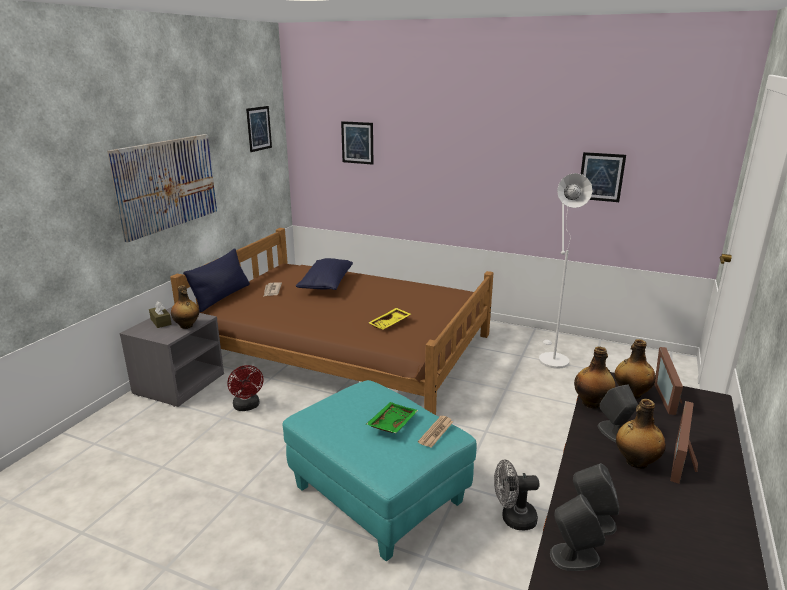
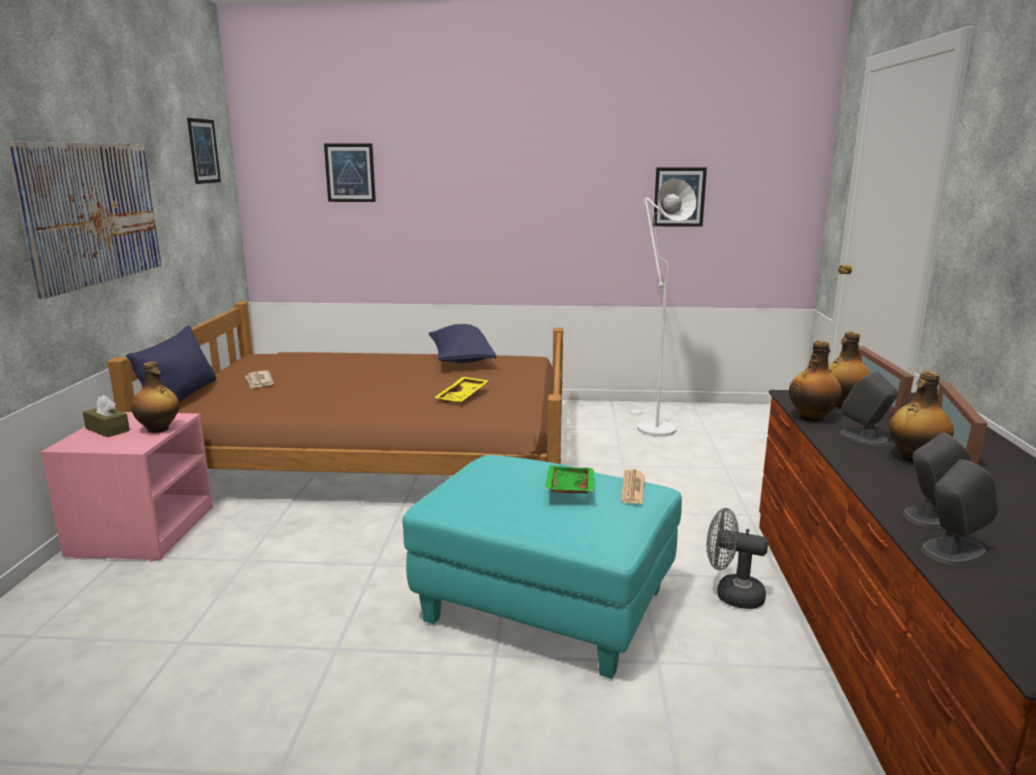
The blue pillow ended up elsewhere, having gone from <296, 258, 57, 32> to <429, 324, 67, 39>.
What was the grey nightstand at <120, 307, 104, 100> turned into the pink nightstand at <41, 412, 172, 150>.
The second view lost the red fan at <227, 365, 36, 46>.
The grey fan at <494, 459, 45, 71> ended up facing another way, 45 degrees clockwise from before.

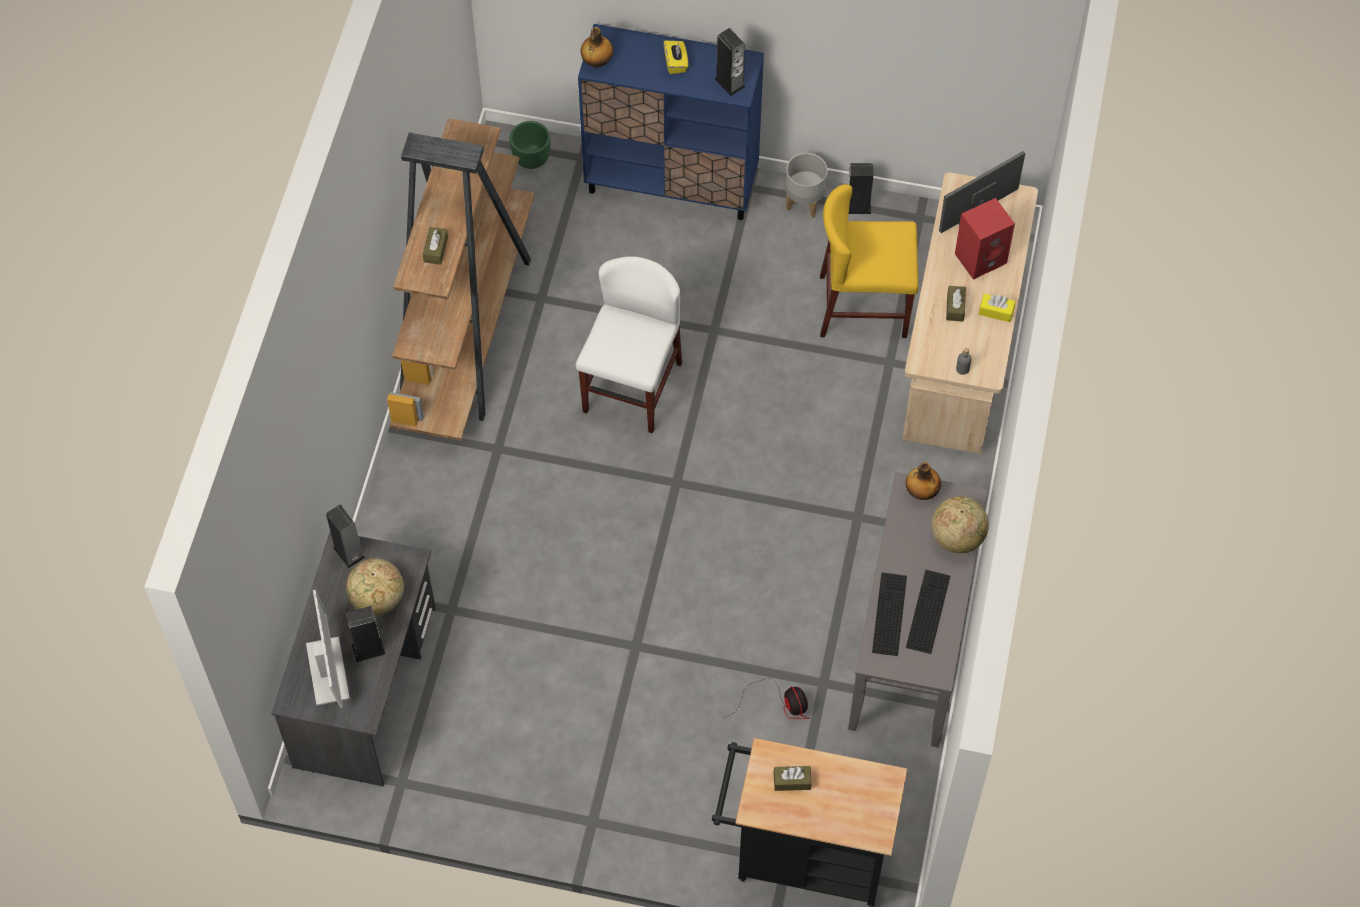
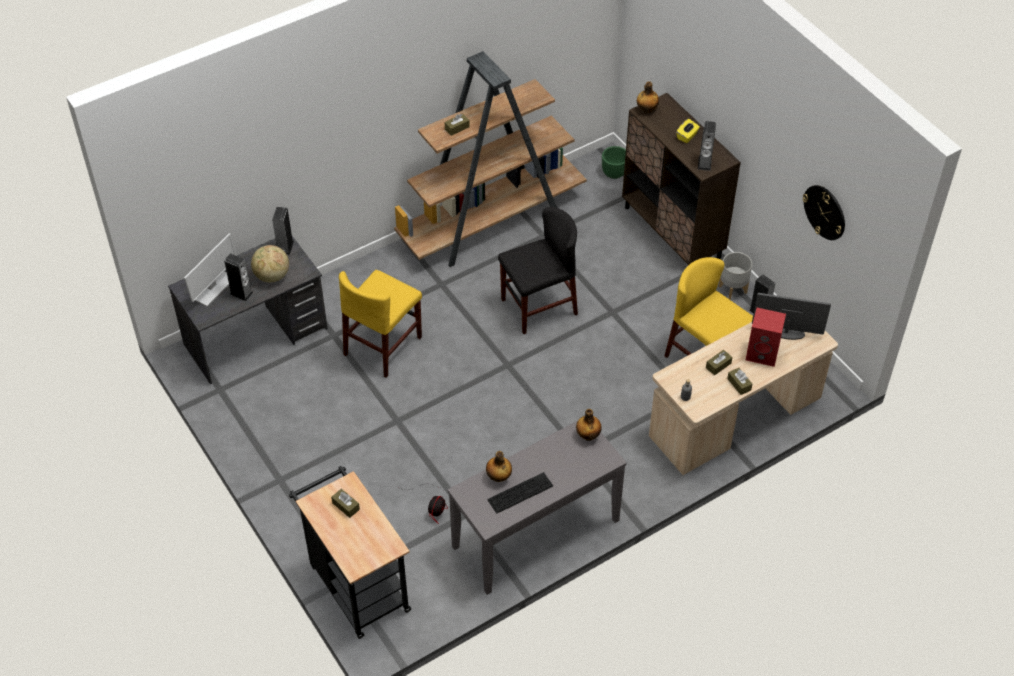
What was the blue cabinet at <578, 24, 186, 196> turned into the brown cabinet at <622, 93, 119, 172>.
What was the white chair at <576, 256, 106, 177> turned into the black chair at <498, 207, 80, 127>.
What was the yellow tissue box at <979, 293, 37, 29> turned into the brown tissue box at <727, 368, 25, 27>.
The second view lost the globe at <932, 496, 57, 57>.
Where the keyboard stood at <872, 573, 35, 83>, the bottle came to stand at <486, 451, 26, 31>.
The second view gained the wall clock at <803, 185, 42, 55>.
The second view gained the yellow chair at <339, 270, 83, 108>.

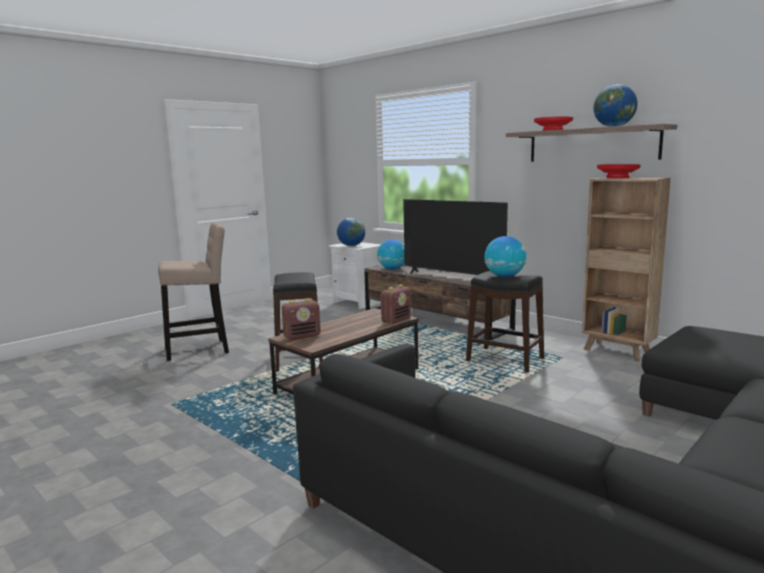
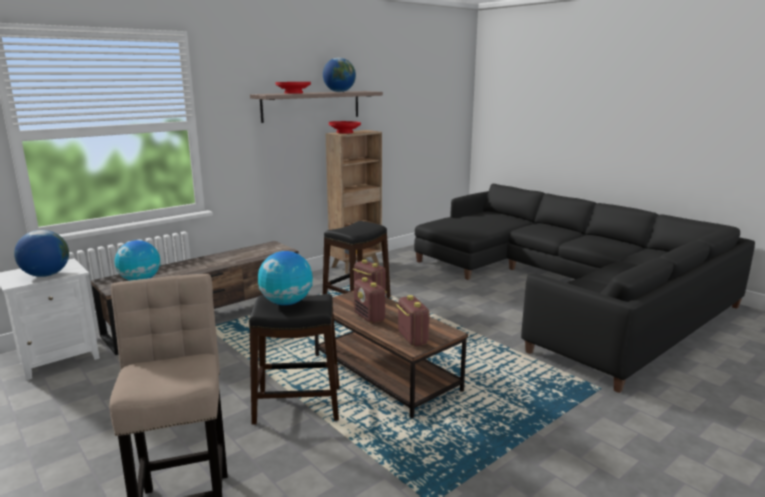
The second view lost the television at <403, 199, 105, 76>.
The globe ended up elsewhere, having gone from <484, 236, 42, 41> to <258, 251, 55, 54>.
The second view gained the radio at <354, 277, 33, 47>.

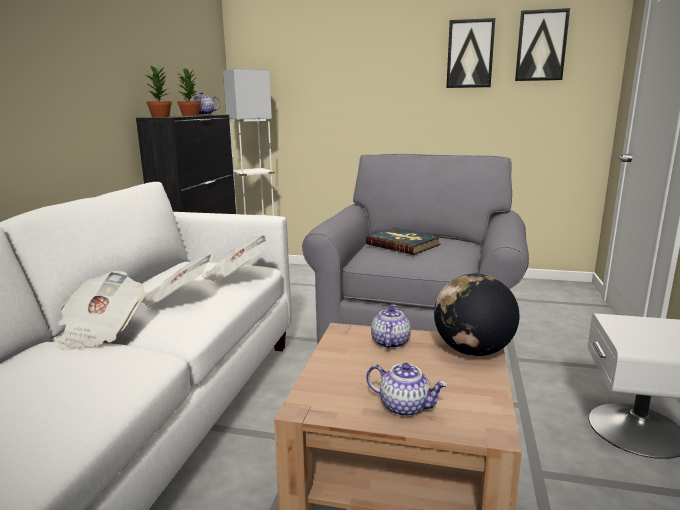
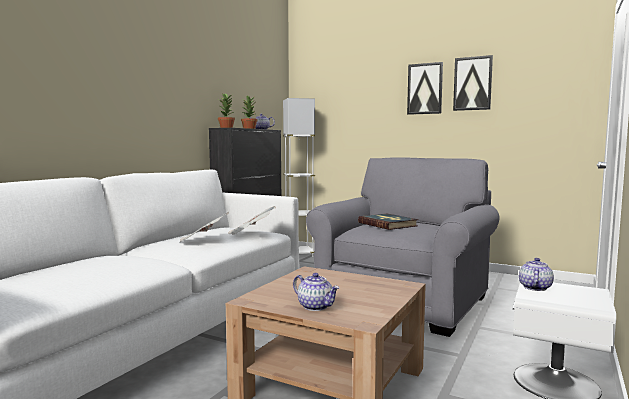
The picture ended up elsewhere, having gone from <515, 8, 55, 73> to <407, 62, 36, 53>.
The second view lost the newspaper at <58, 271, 87, 79>.
The second view lost the globe at <434, 273, 86, 83>.
The teapot ended up elsewhere, having gone from <371, 305, 40, 44> to <519, 258, 35, 33>.

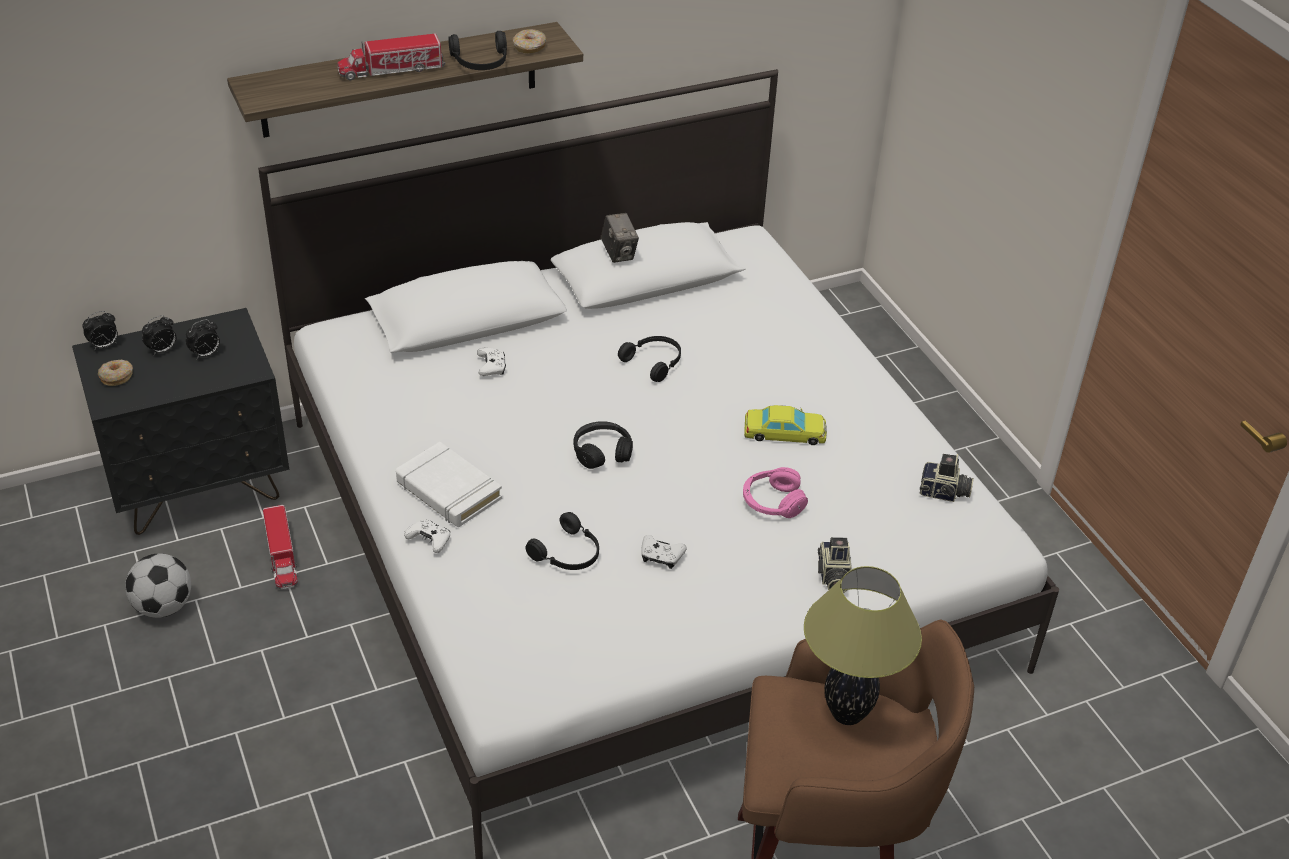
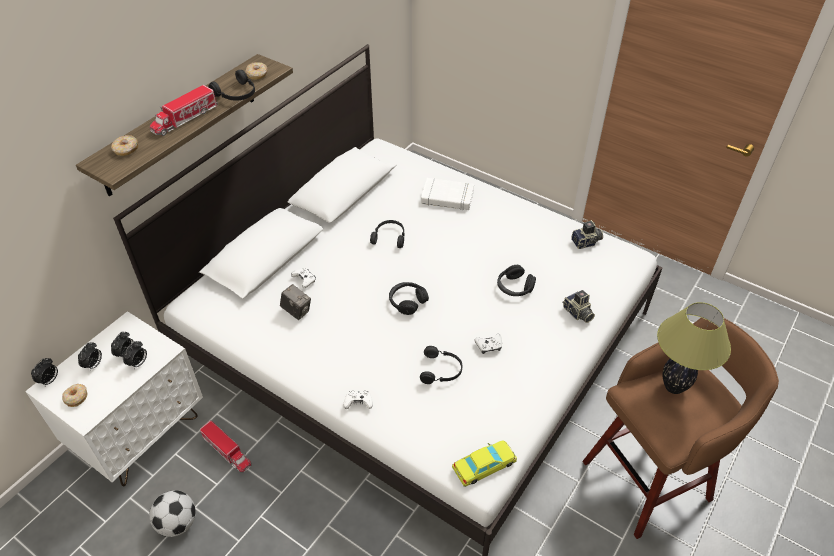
The photo camera ended up elsewhere, having gone from <601, 213, 38, 50> to <280, 284, 31, 36>.
What was the black nightstand at <72, 308, 217, 227> turned into the white nightstand at <25, 311, 178, 176>.
The yellow toy car ended up elsewhere, having gone from <744, 405, 83, 40> to <452, 440, 65, 47>.
The white book ended up elsewhere, having gone from <396, 442, 106, 85> to <421, 178, 53, 32>.
What was the pink headphones at <743, 467, 65, 51> turned into the black headphones at <497, 265, 39, 31>.
The second view gained the donut at <111, 135, 27, 21>.
The second view gained the alarm clock at <123, 341, 24, 29>.

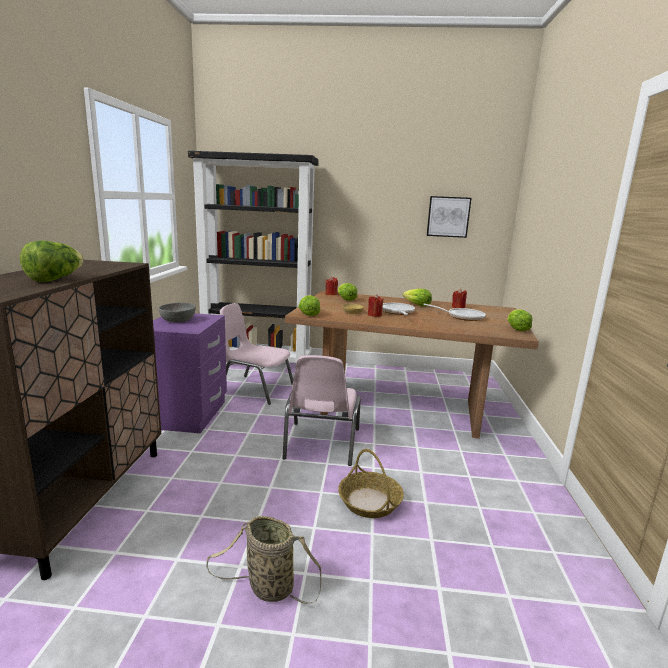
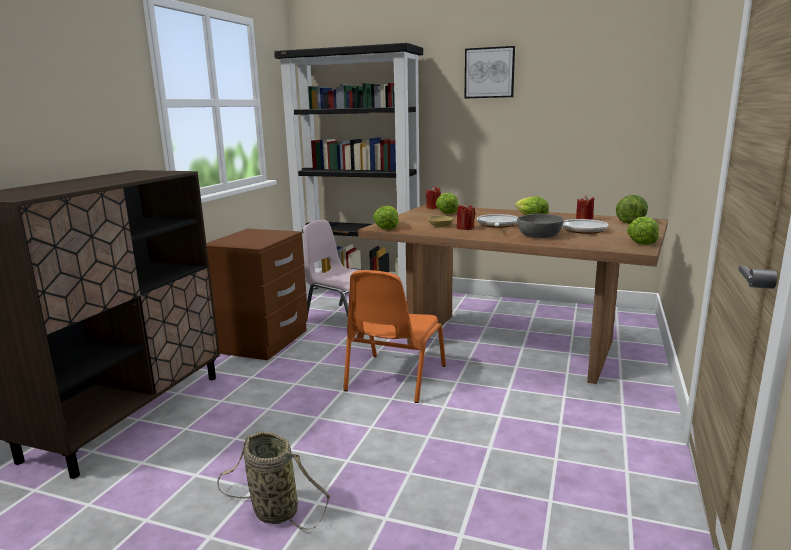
The picture ended up elsewhere, having gone from <427, 196, 44, 42> to <465, 46, 50, 53>.
The lettuce ended up elsewhere, having gone from <20, 241, 64, 41> to <616, 195, 32, 29>.
The grey bowl ended up elsewhere, having gone from <158, 303, 38, 19> to <517, 214, 47, 24>.
What was the purple nightstand at <153, 313, 74, 120> turned into the brown nightstand at <206, 229, 102, 131>.
What was the pink chair at <282, 355, 79, 111> turned into the orange chair at <343, 270, 103, 133>.
The second view lost the basket at <338, 449, 66, 69>.

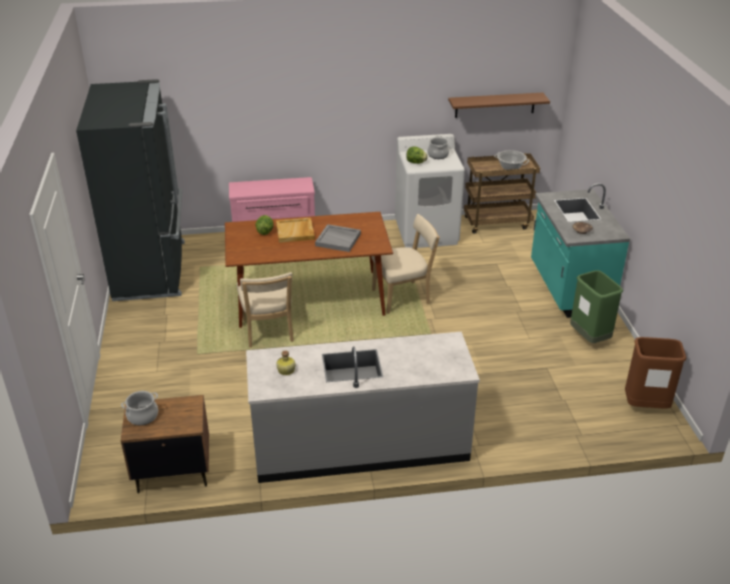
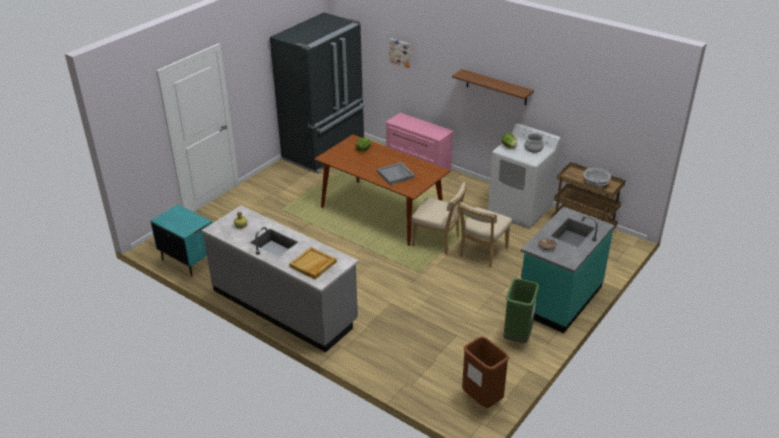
The brown shelf ended up elsewhere, having gone from <448, 93, 102, 25> to <452, 69, 82, 36>.
The beige tray ended up elsewhere, having gone from <276, 218, 39, 25> to <289, 247, 48, 32>.
The beige chair ended up elsewhere, having gone from <237, 272, 57, 76> to <459, 202, 53, 65>.
The second view lost the cooking pot at <121, 391, 37, 34>.
What was the brown nightstand at <121, 395, 88, 98> turned into the turquoise nightstand at <150, 204, 62, 73>.
The second view gained the picture at <389, 38, 22, 30>.

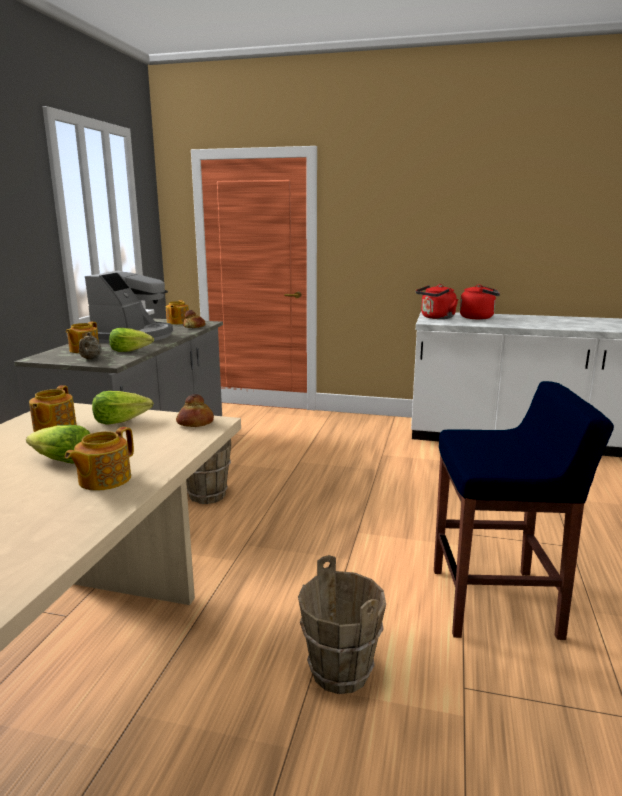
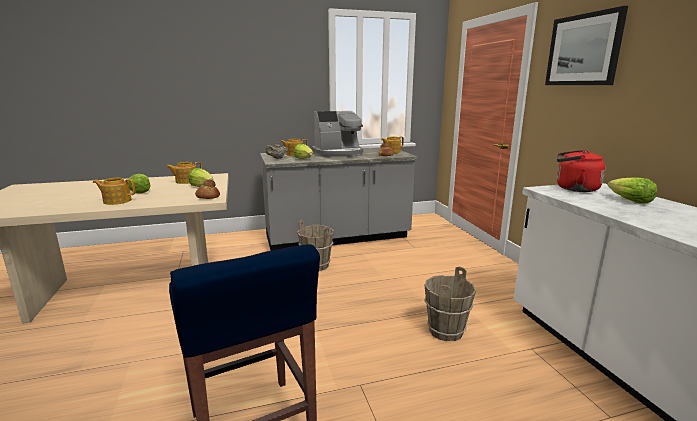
Where the red kettle stood at <460, 285, 40, 35>, the lettuce came to stand at <607, 177, 50, 27>.
The brown bucket ended up elsewhere, having gone from <298, 555, 88, 139> to <424, 267, 52, 74>.
The second view gained the picture at <545, 6, 83, 79>.

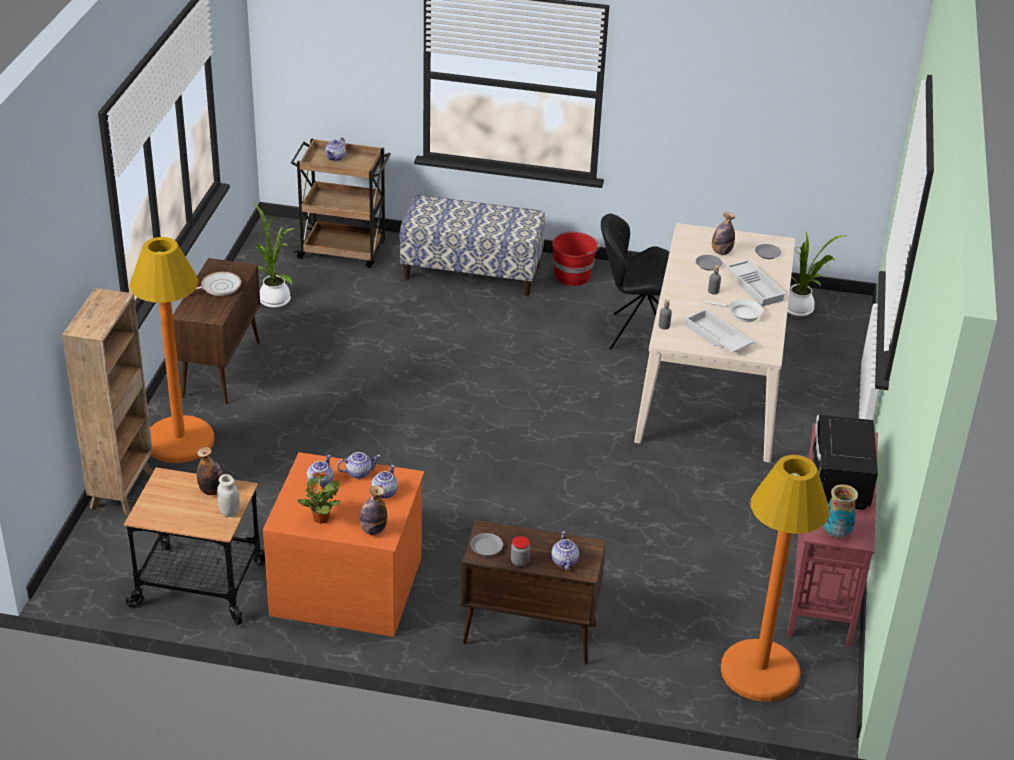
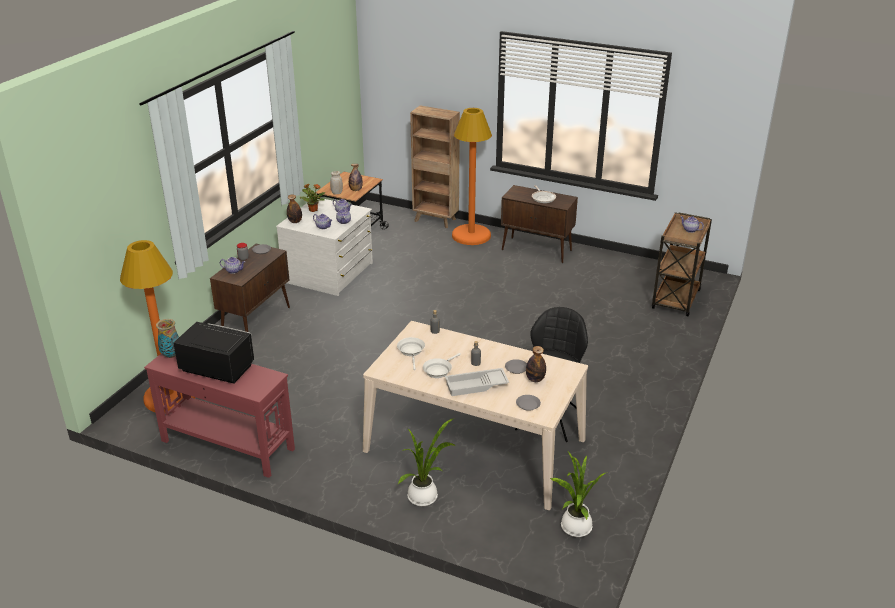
The second view lost the bench at <400, 195, 145, 101>.
The potted plant ended up elsewhere, having gone from <254, 203, 41, 105> to <398, 418, 57, 88>.
The second view lost the red bucket at <552, 231, 48, 55>.
Where the white tray stood at <684, 308, 71, 45>, the white frying pan came to stand at <397, 337, 28, 33>.
What was the orange dresser at <263, 452, 161, 184> turned into the white dresser at <276, 199, 97, 97>.

